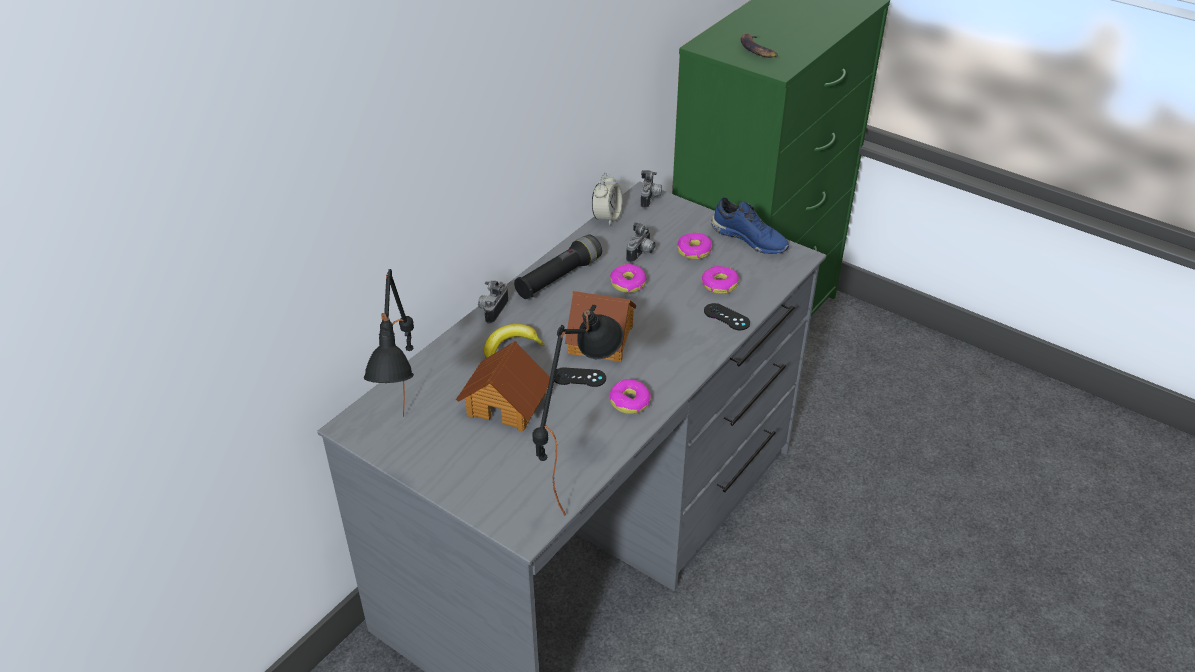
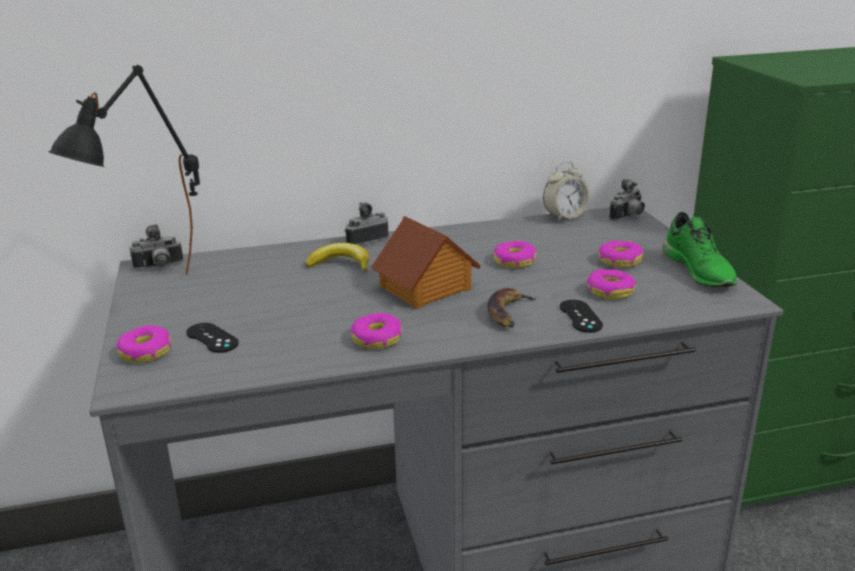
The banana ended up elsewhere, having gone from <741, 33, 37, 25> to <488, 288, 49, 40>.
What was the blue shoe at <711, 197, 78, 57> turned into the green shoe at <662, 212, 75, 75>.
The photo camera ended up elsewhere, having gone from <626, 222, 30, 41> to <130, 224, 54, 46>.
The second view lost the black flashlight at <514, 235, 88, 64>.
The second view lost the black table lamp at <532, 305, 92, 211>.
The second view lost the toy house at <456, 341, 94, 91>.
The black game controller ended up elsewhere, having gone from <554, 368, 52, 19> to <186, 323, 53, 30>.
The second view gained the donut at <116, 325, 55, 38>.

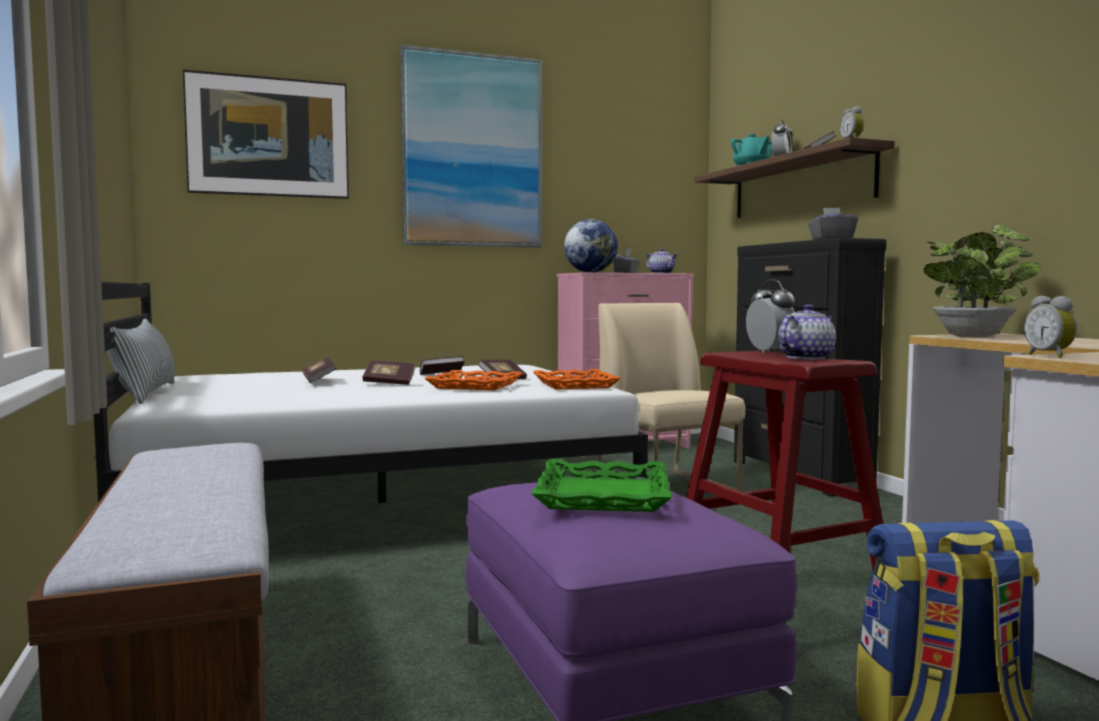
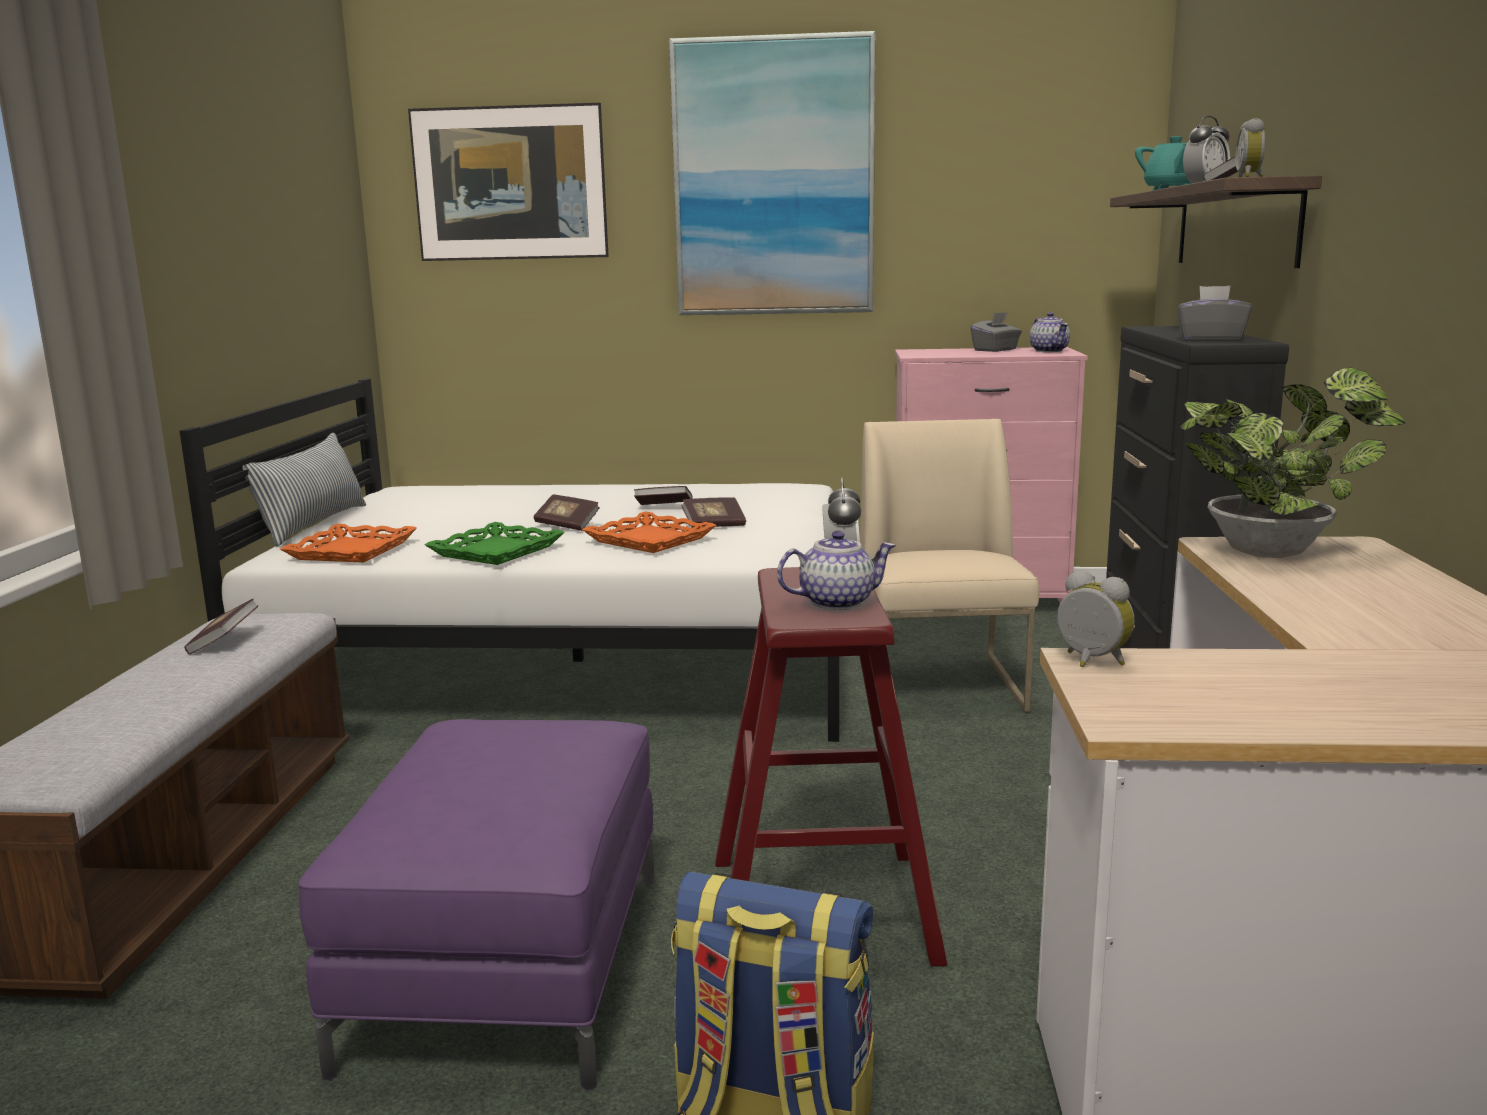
The second view lost the globe at <564, 219, 54, 54>.
The alarm clock at <1024, 296, 53, 62> ended up facing another way, 120 degrees clockwise from before.
The book ended up elsewhere, having gone from <302, 357, 34, 26> to <185, 599, 73, 55>.
The orange tray ended up elsewhere, having gone from <533, 369, 87, 20> to <280, 524, 137, 39>.
The green tray ended up elsewhere, having gone from <531, 459, 141, 53> to <425, 522, 140, 43>.

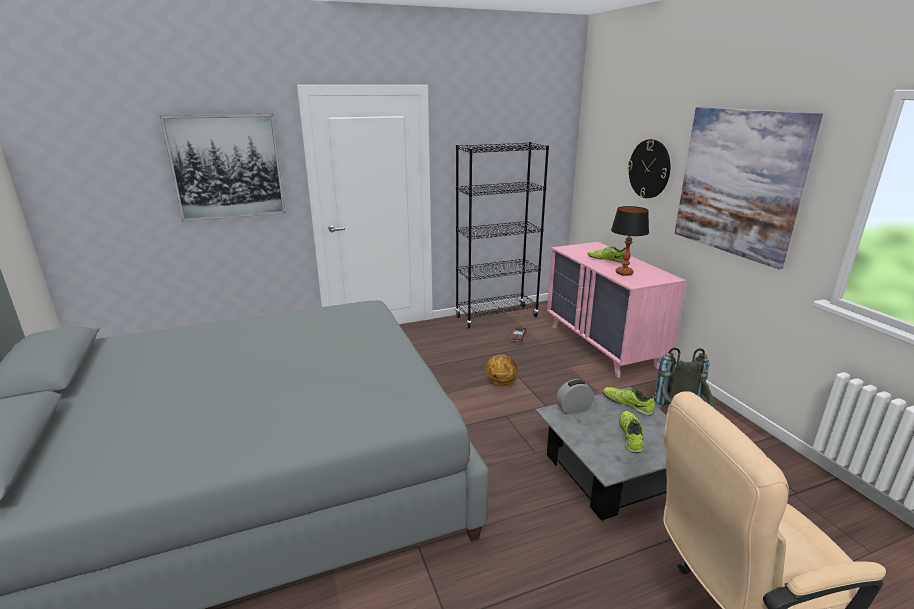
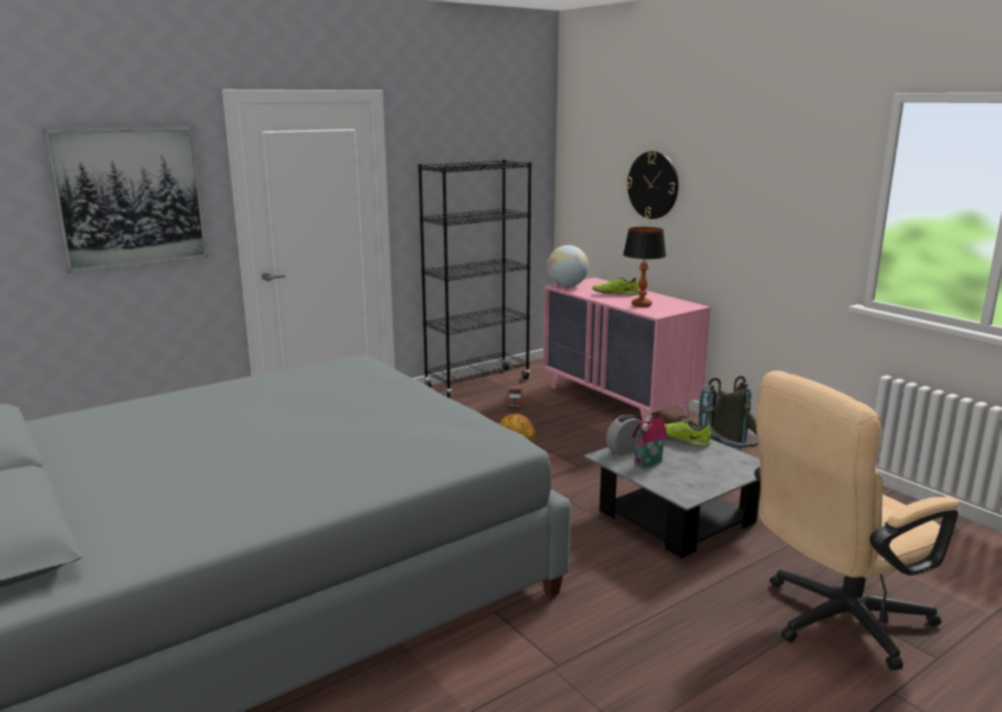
The second view lost the picture at <675, 107, 148, 162>.
The second view lost the shoe at <619, 411, 24, 42>.
The second view gained the globe at <547, 245, 42, 42>.
The second view gained the toy house at <632, 413, 36, 55>.

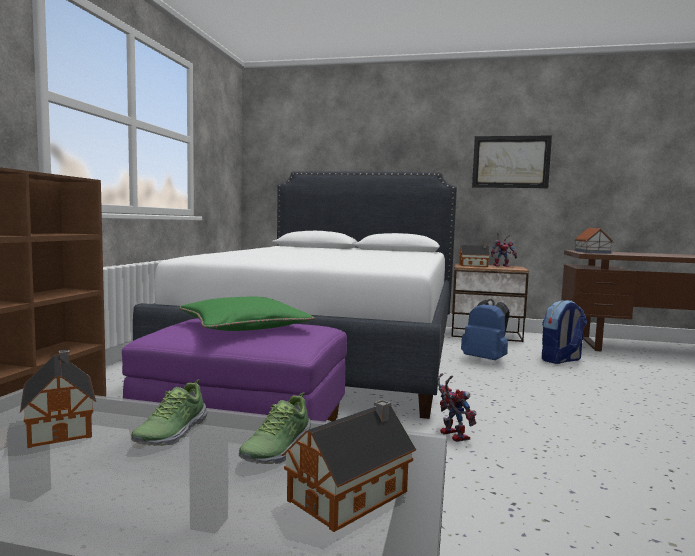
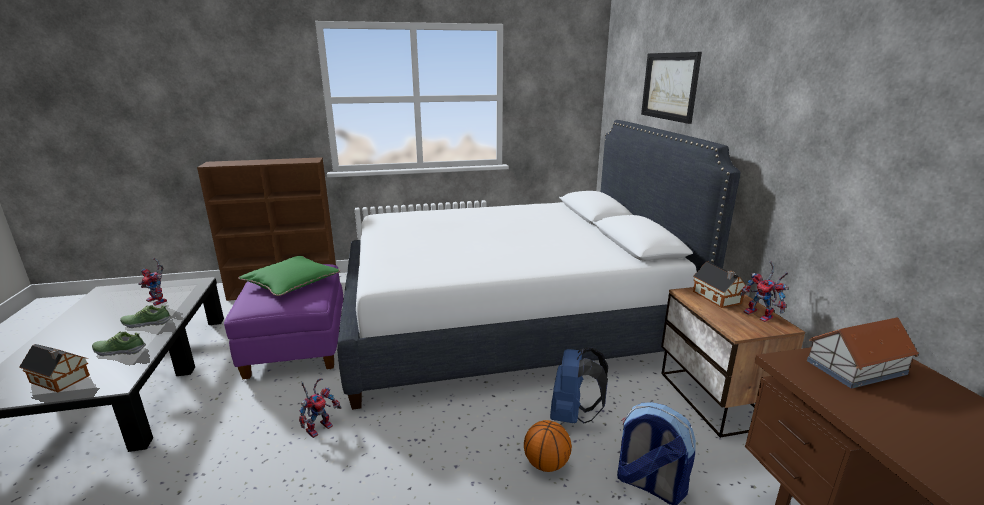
The picture ended up elsewhere, having gone from <472, 135, 80, 53> to <641, 52, 61, 72>.
Where the toy house stood at <20, 350, 76, 98>, the toy robot came to stand at <138, 258, 29, 48>.
The second view gained the basketball at <524, 420, 48, 52>.

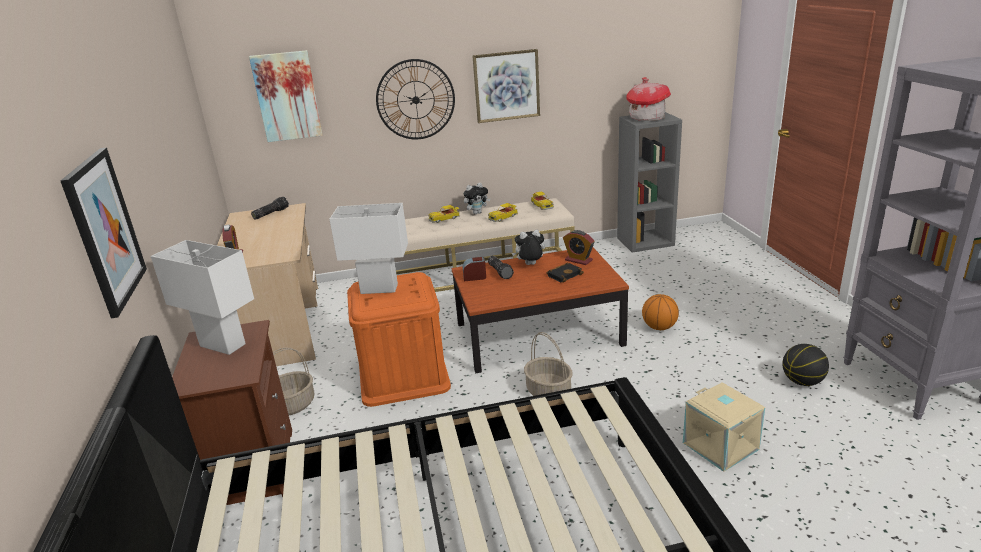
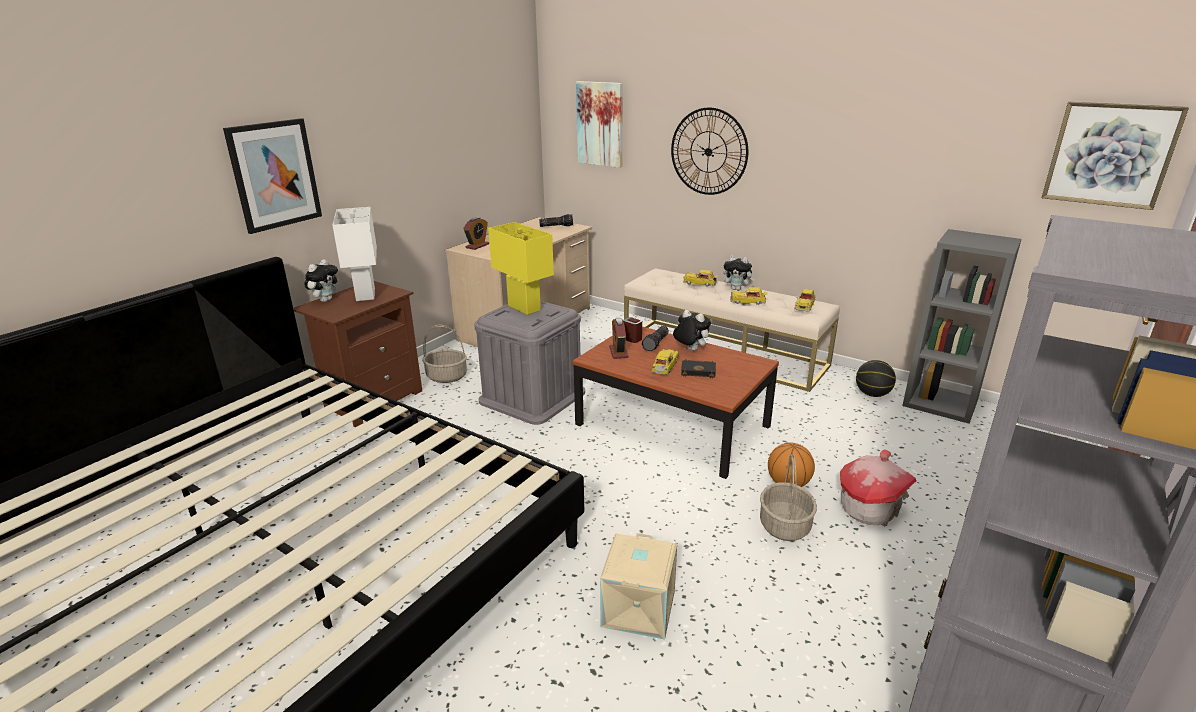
The picture ended up elsewhere, having gone from <473, 49, 67, 74> to <1042, 102, 147, 108>.
The toy house ended up elsewhere, having gone from <626, 77, 45, 44> to <840, 450, 76, 77>.
What was the white table lamp at <330, 203, 78, 91> turned into the yellow table lamp at <488, 222, 66, 93>.
The alarm clock ended up elsewhere, having gone from <563, 230, 31, 35> to <609, 318, 20, 41>.
What was the orange storage box at <347, 272, 104, 135> turned into the grey storage box at <474, 301, 111, 124>.
The basket ended up elsewhere, having gone from <524, 332, 49, 64> to <760, 454, 57, 87>.
The basketball ended up elsewhere, having gone from <782, 344, 47, 42> to <856, 360, 40, 37>.
The second view gained the plush toy at <304, 259, 34, 43>.
The second view gained the toy car at <652, 349, 27, 26>.

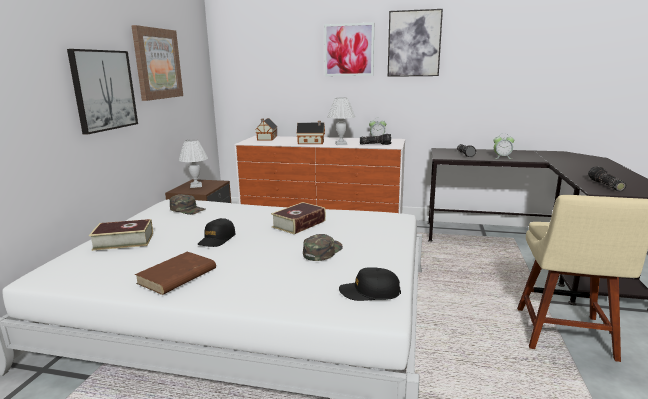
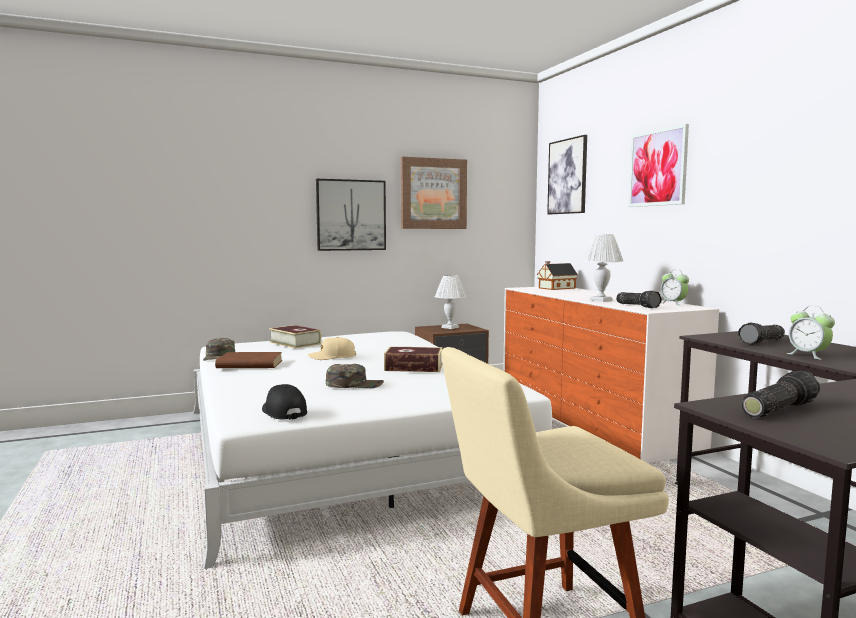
The picture ended up elsewhere, having gone from <388, 9, 55, 68> to <547, 135, 40, 79>.
The second view lost the toy house at <297, 121, 28, 23>.
The green cap ended up elsewhere, having gone from <170, 194, 35, 21> to <203, 338, 32, 23>.
What was the black cap at <198, 218, 38, 29> turned into the beige cap at <308, 337, 48, 23>.

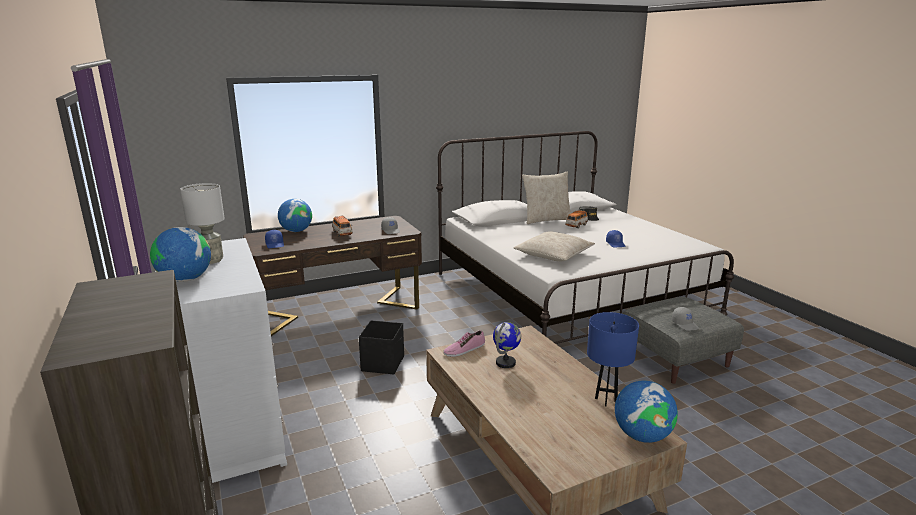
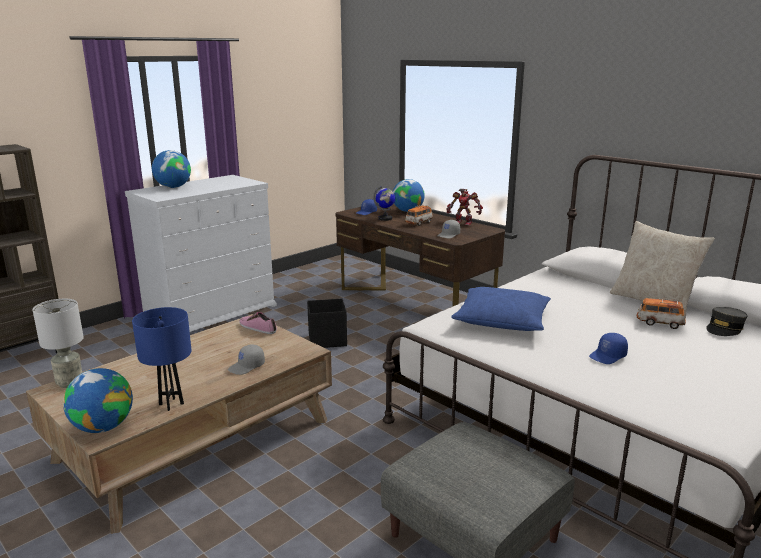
The grey table lamp ended up elsewhere, having gone from <180, 183, 45, 81> to <33, 299, 51, 89>.
What was the beige pillow at <514, 232, 81, 30> turned into the blue pillow at <451, 287, 100, 44>.
The grey cap ended up elsewhere, having gone from <672, 307, 27, 24> to <228, 344, 37, 31>.
The globe ended up elsewhere, having gone from <493, 322, 28, 46> to <373, 186, 22, 35>.
The second view gained the toy robot at <447, 189, 36, 36>.

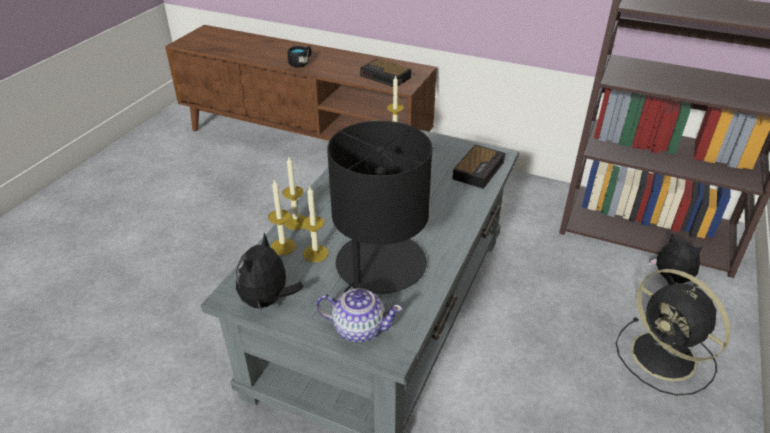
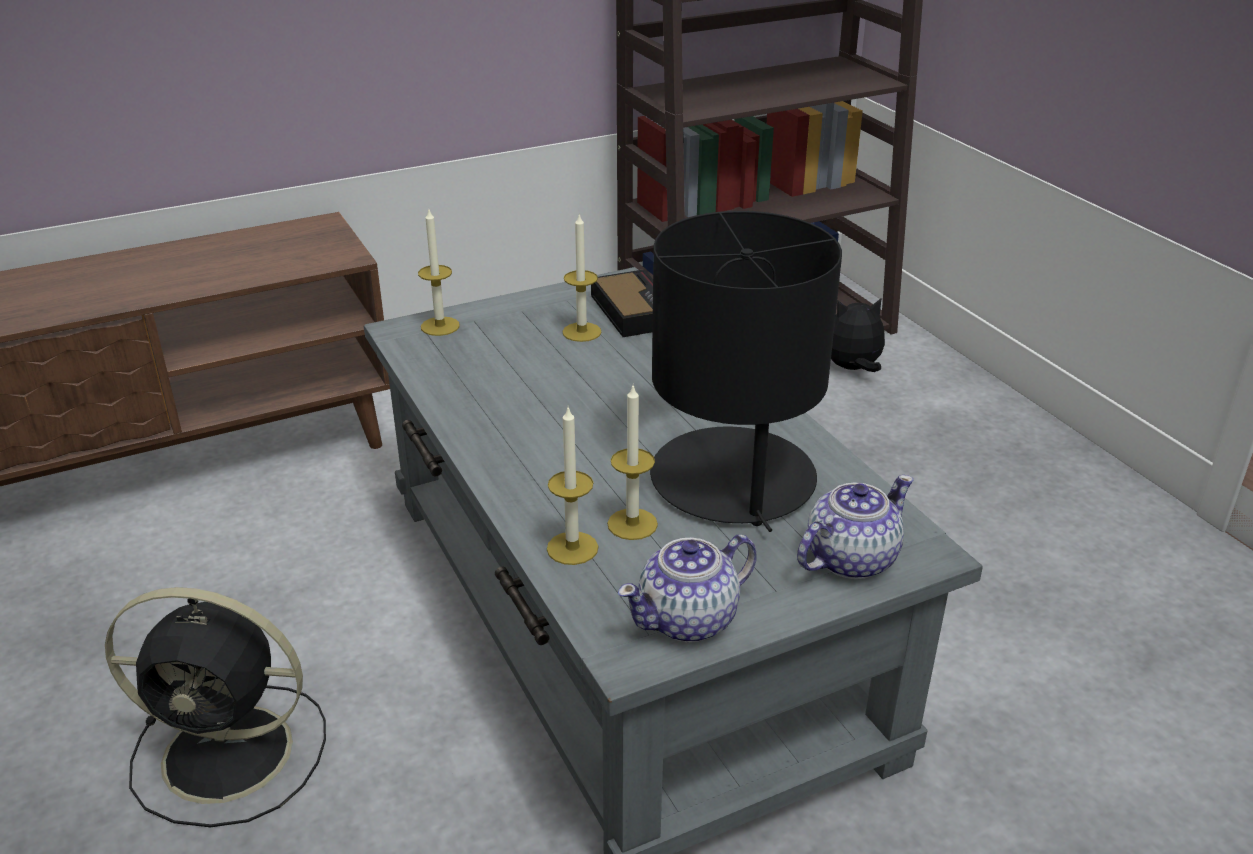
The second view lost the black mug at <287, 46, 24, 21>.
The second view lost the alarm clock at <360, 59, 51, 28>.
The candle ended up elsewhere, having gone from <282, 157, 25, 73> to <562, 214, 40, 128>.
Where the plush toy stood at <236, 233, 68, 80>, the teapot came to stand at <618, 534, 139, 109>.
The black fan ended up elsewhere, having gone from <616, 269, 114, 127> to <105, 587, 221, 240>.

